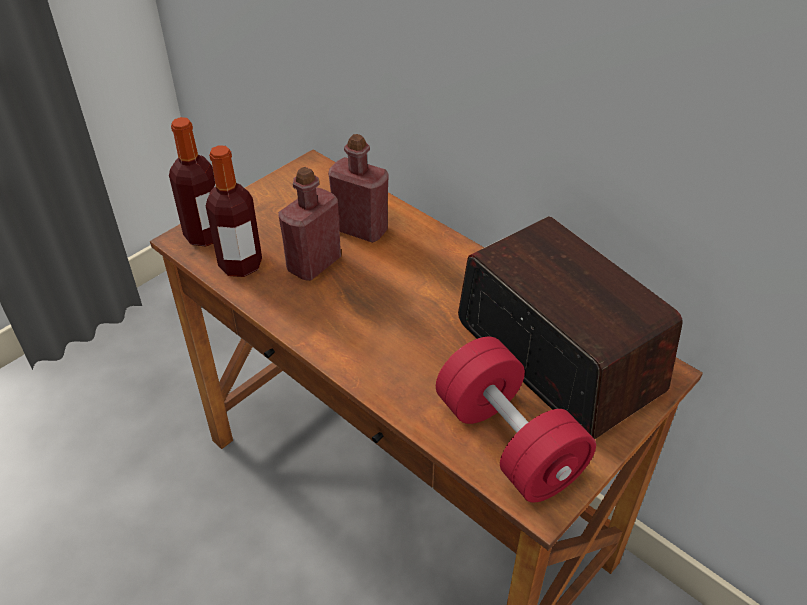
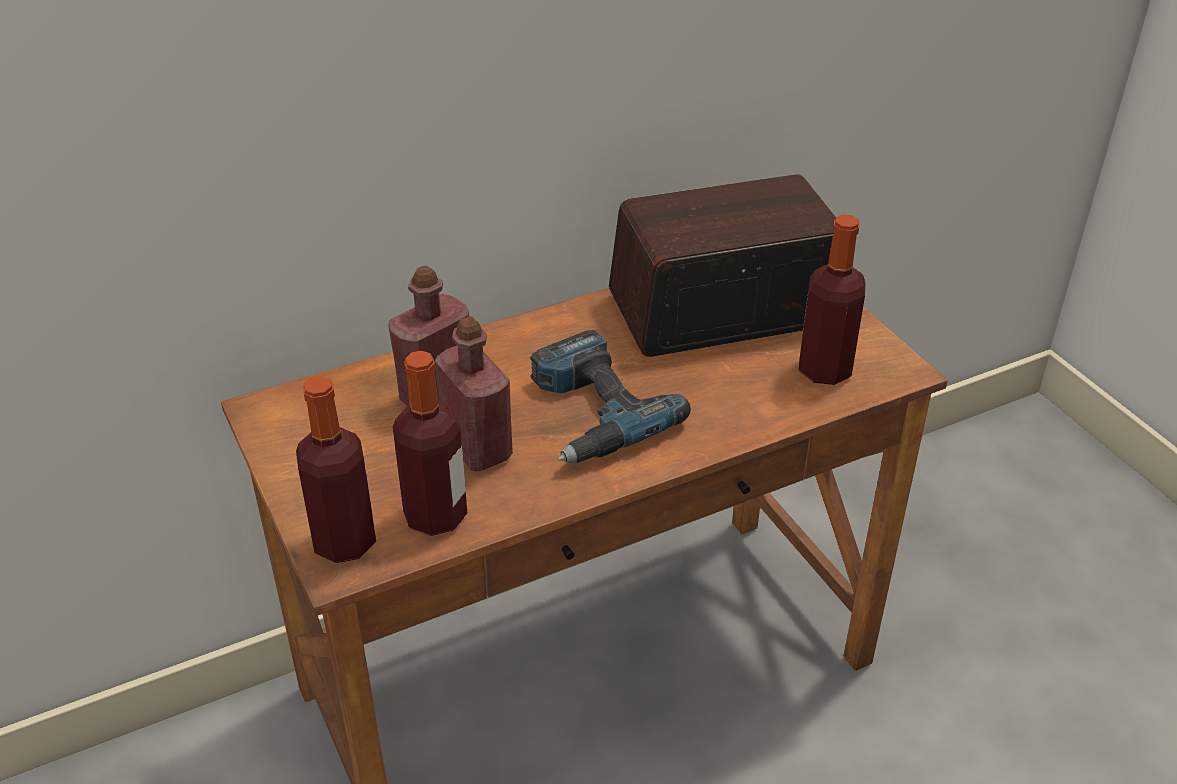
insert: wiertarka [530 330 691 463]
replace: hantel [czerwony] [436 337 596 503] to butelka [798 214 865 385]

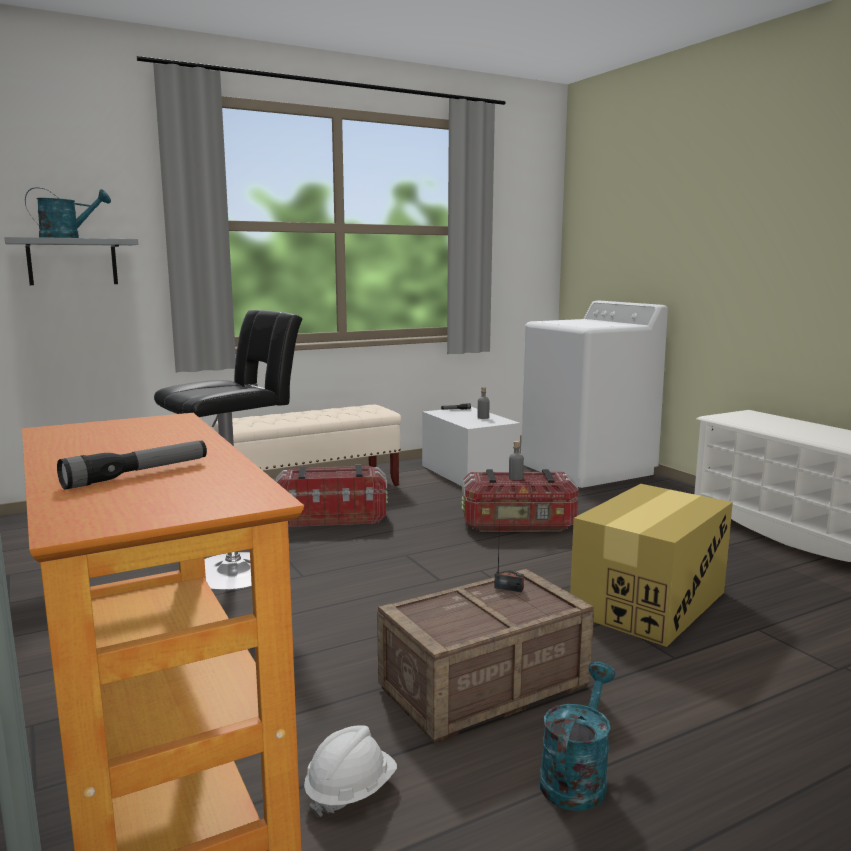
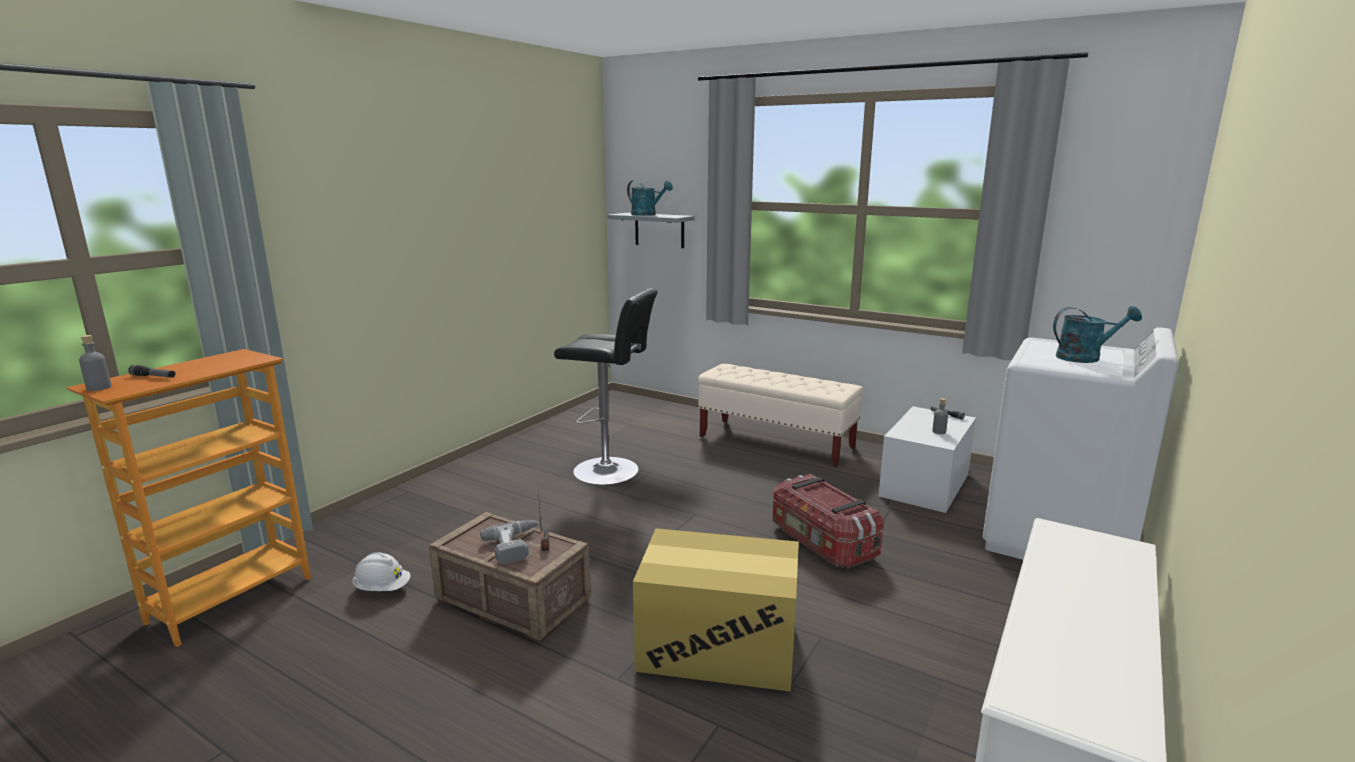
delete: pojemnik do przechowywania [275 465 388 527]
insert: wiertarka [480 520 539 564]
move: butelka [szary] [509 441 524 480] to [79 335 112 391]; konewka [turkusowy] [539 662 616 811] to [1053 306 1142 363]

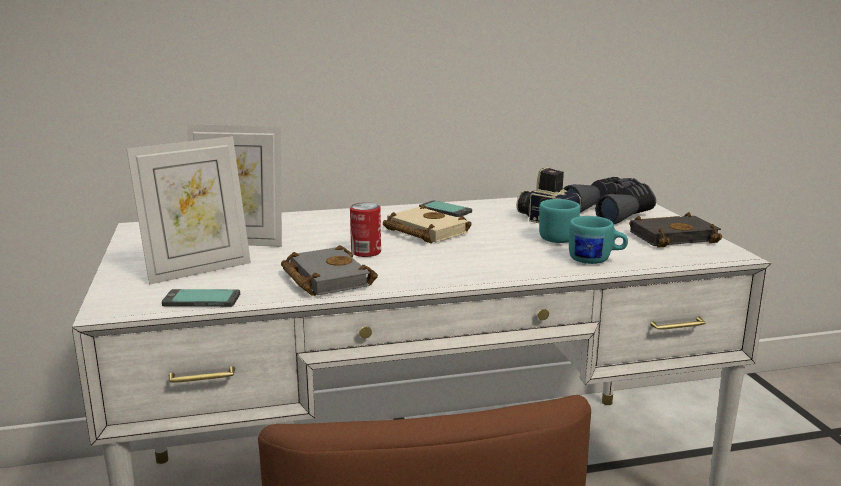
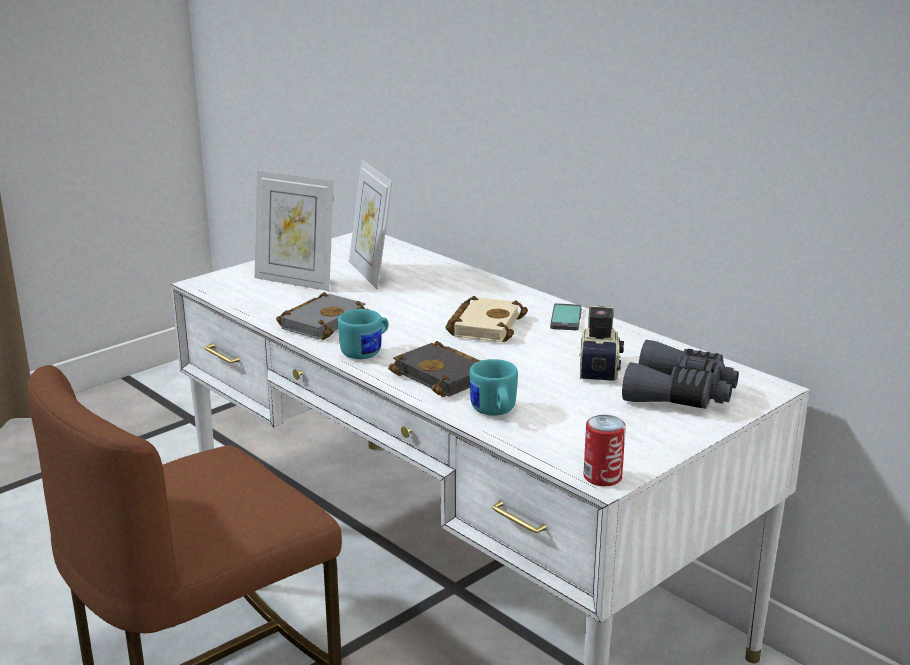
delete: telefon [162 289 240 307]
move: kubek [turkusowy] [539 199 580 243] to [338 309 389 359]; puszka [350 202 381 257] to [583 415 626 486]; książka [czarny] [629 212 722 248] to [388 341 482 397]

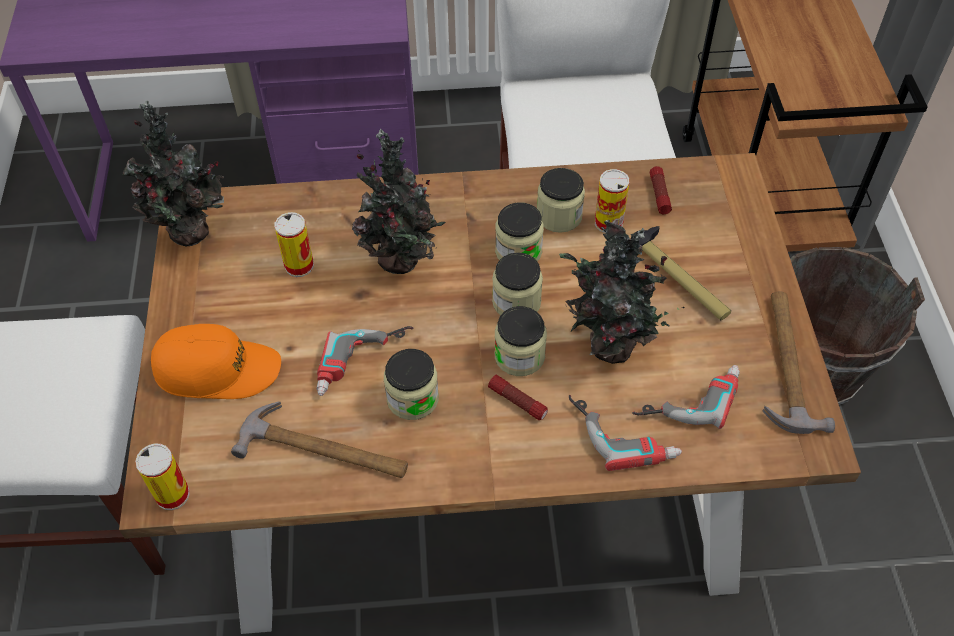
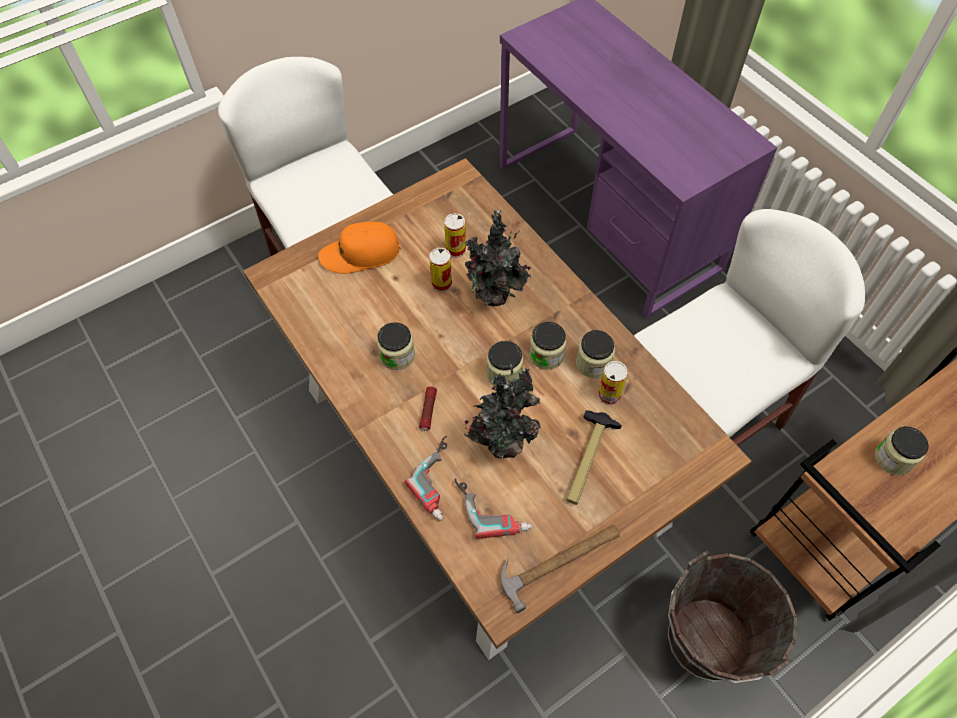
delete: roślina doniczkowa [122 100 224 246]; latarka [650 166 672 214]; wiertarka [316 326 414 396]; młotek [231 401 408 478]
move: słoik [495 306 547 376] to [875 426 929 475]; puszka [135 443 190 510] to [429 248 452 292]
rotate: czapka z daszkiem [pomarańczowy] [151 324 281 399] = [318 222 401 274] 105 degrees clockwise

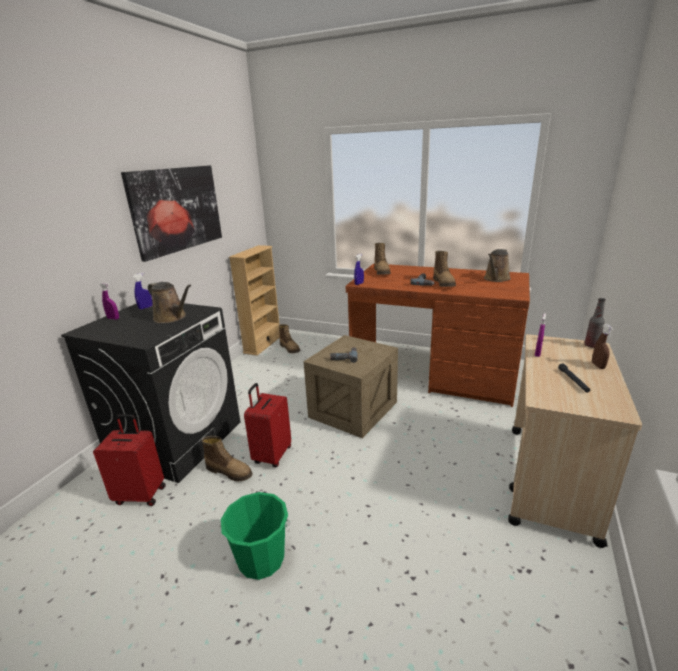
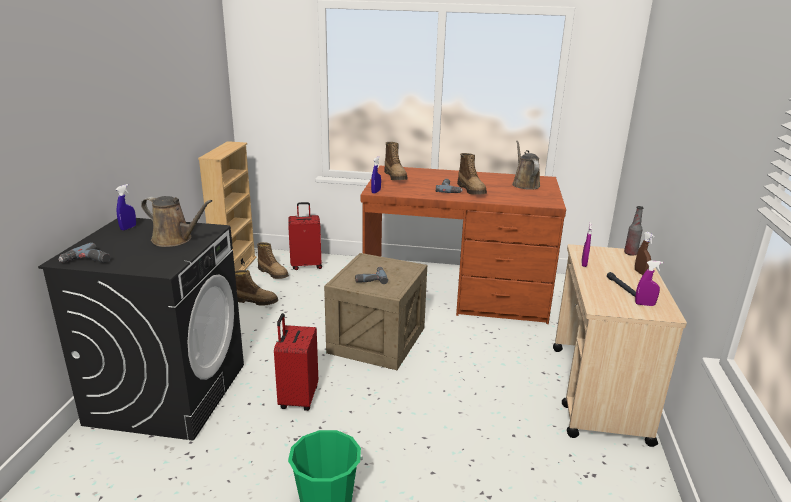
delete: obraz [121 165 222 262]
insert: wiertarka [58 242 110 263]
move: spryskiwacz [fioletowy] [100 283 119 320] to [635 260 663 306]; walizka [czerwony] [93 414 166 506] to [288 202 322 270]; but z cholewką [201 436 253 481] to [235 270 278 306]
rotate: konewka [brązowy] [484 249 511 282] = [512 140 540 190] 150 degrees clockwise

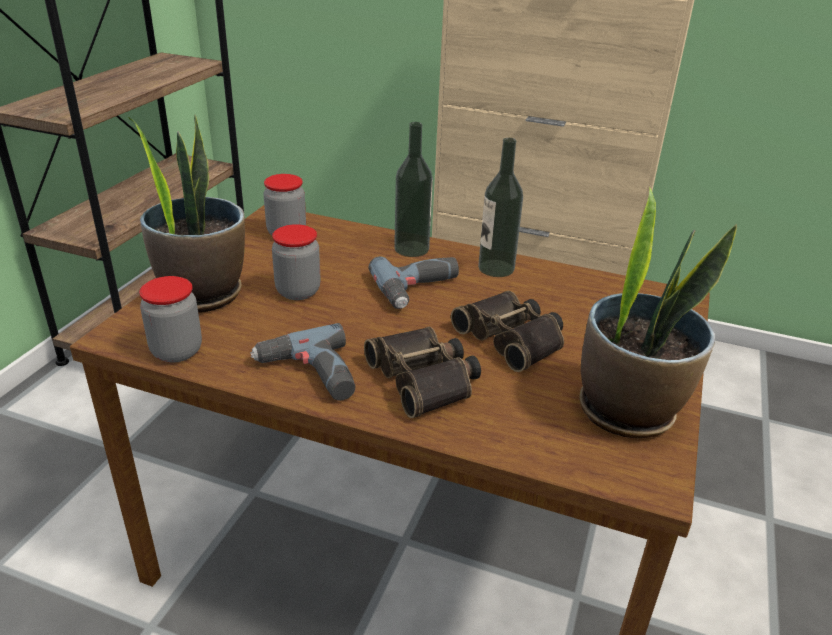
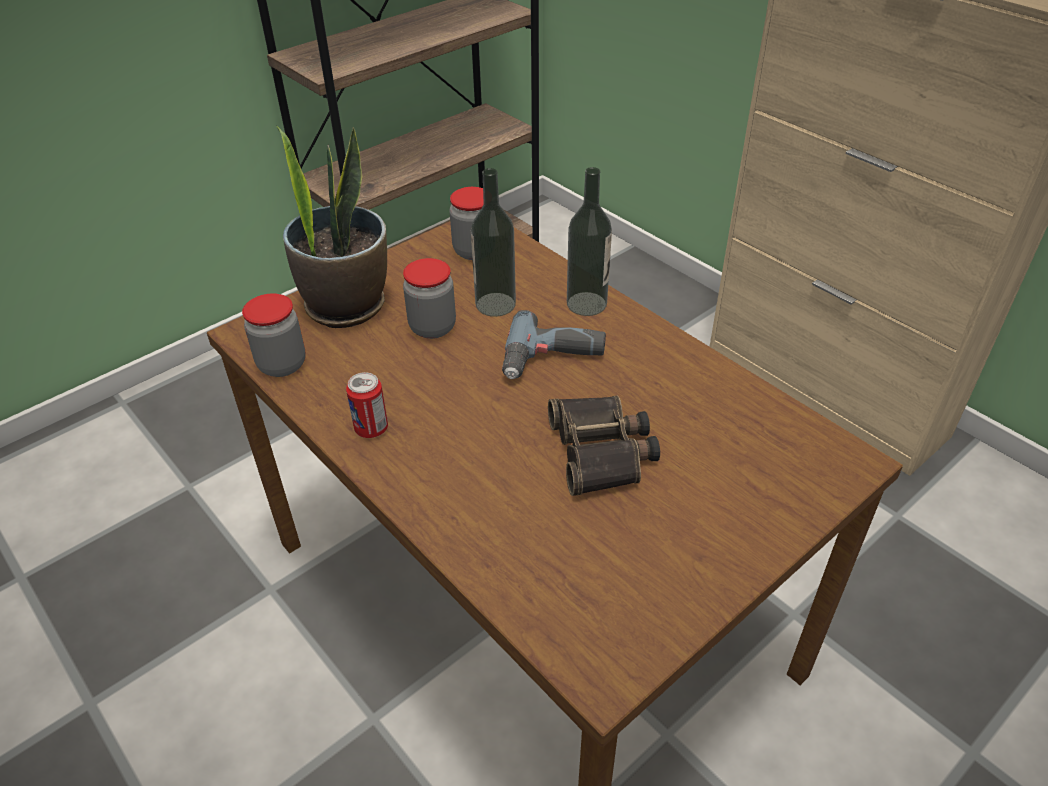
delete: roślina doniczkowa [580 187 737 438]; lornetka [364 327 481 418]
move: butelka [478 138 523 277] to [471 168 516 317]
replace: wiertarka [250 323 355 401] to puszka [346 372 388 438]

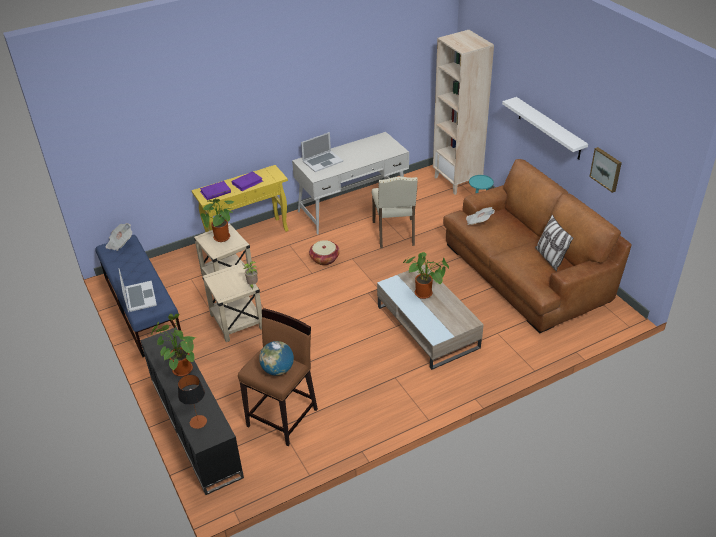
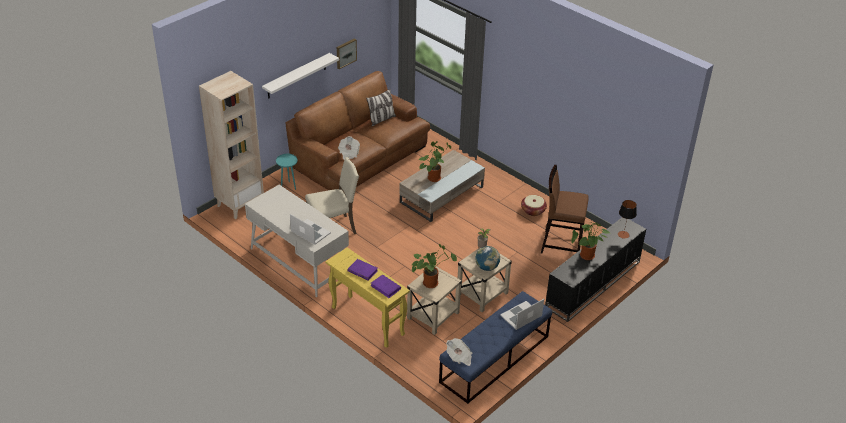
move: koszyk [309 240 340 265] to [521 195 547 216]; globus [259 341 294 376] to [475 246 500 271]

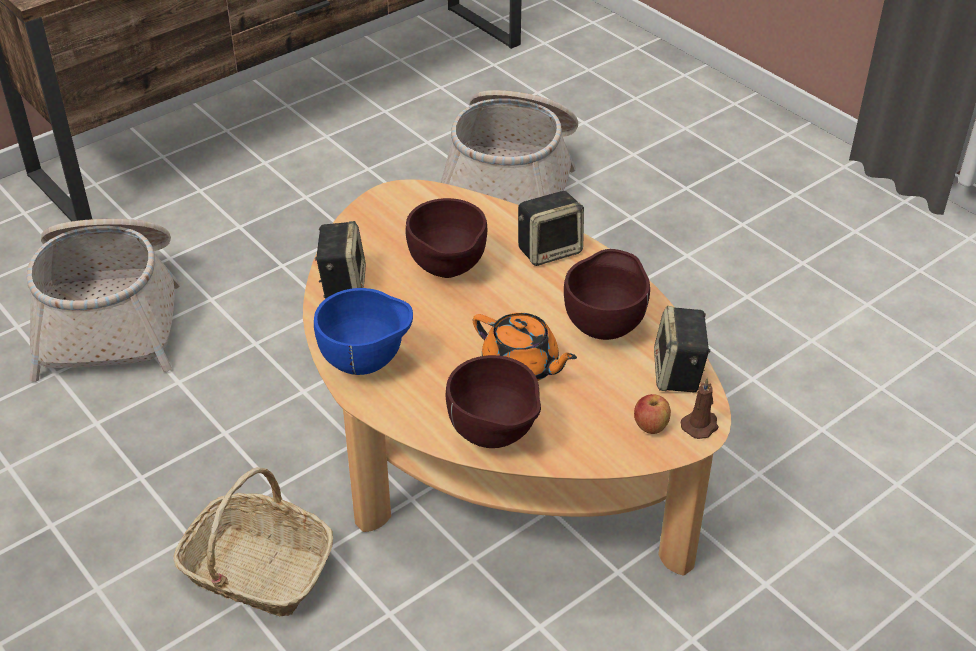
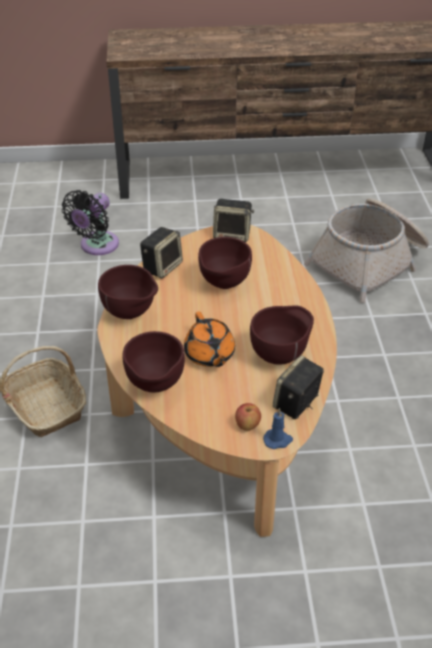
move: głośnik [518 191 584 266] to [213 199 254 242]
replace: koszyk [26 219 180 382] to wentylator [czarny] [62 190 119 255]
recolor: miska [niebieski] [314 288 413 375] to miska [brązowy] [98 265 158 319]; świeca [brązowy] [681 377 718 439] to świeca [niebieski] [263 408 293 449]

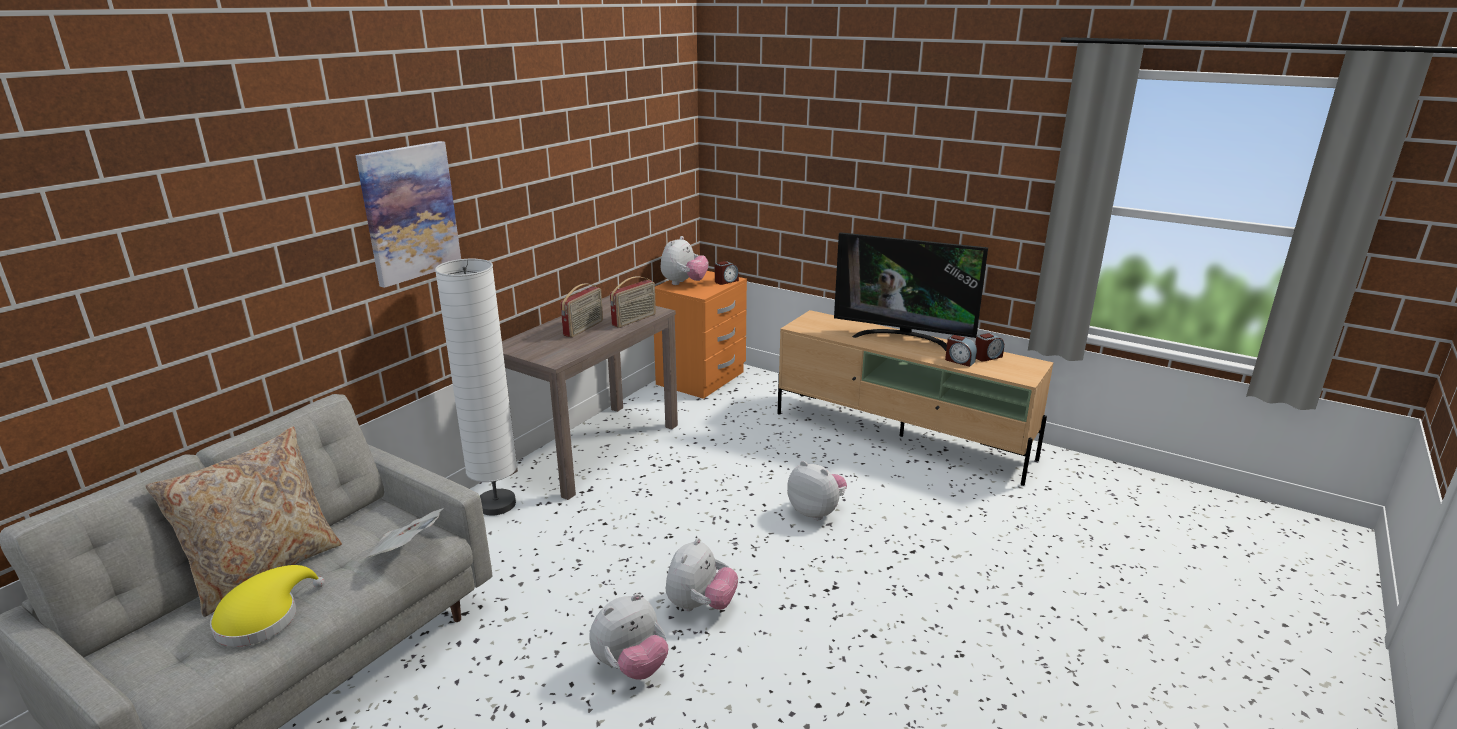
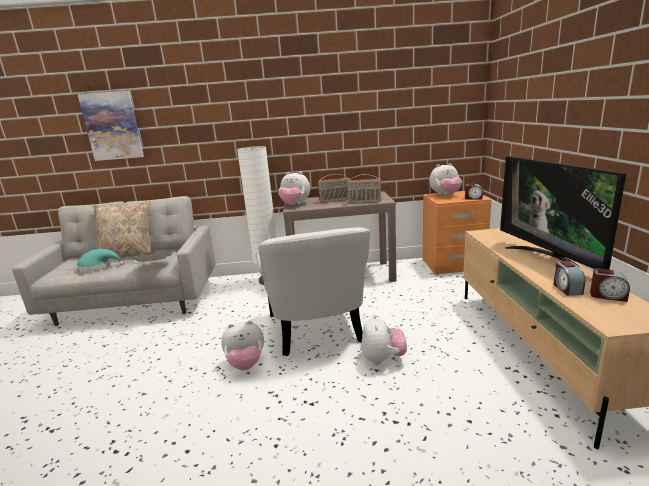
insert: fotel [biały] [256 227 370 356]
move: obraz [356 141 461 288] to [77 90 144 161]; pluszak [589 594 668 680] to [278 172 310 205]
recolor: kapelusz [żółty] [210 565 325 647] to kapelusz [turkusowy] [76 249 124 272]

